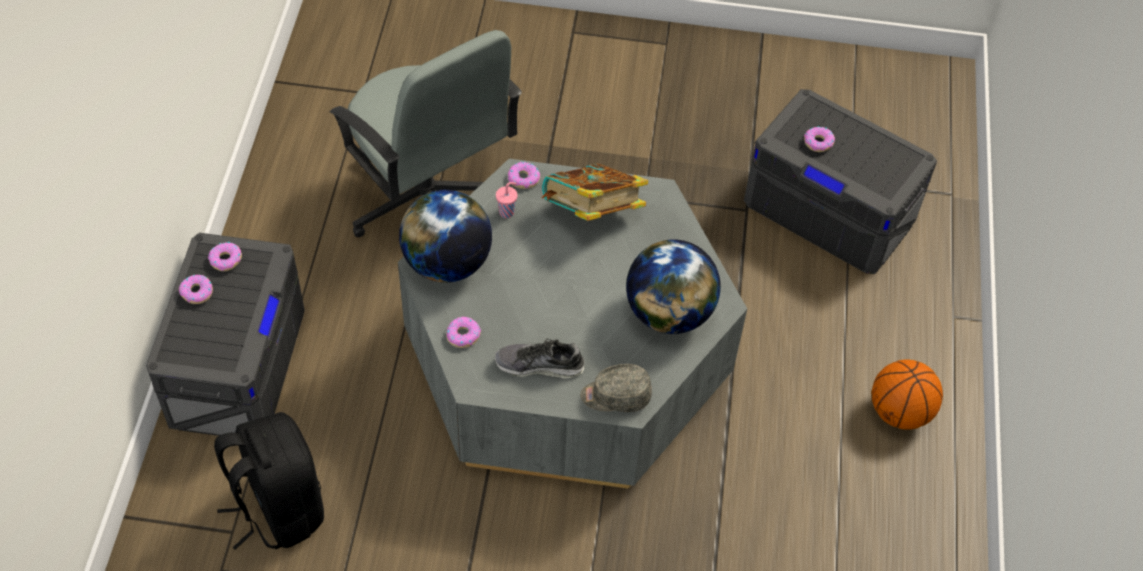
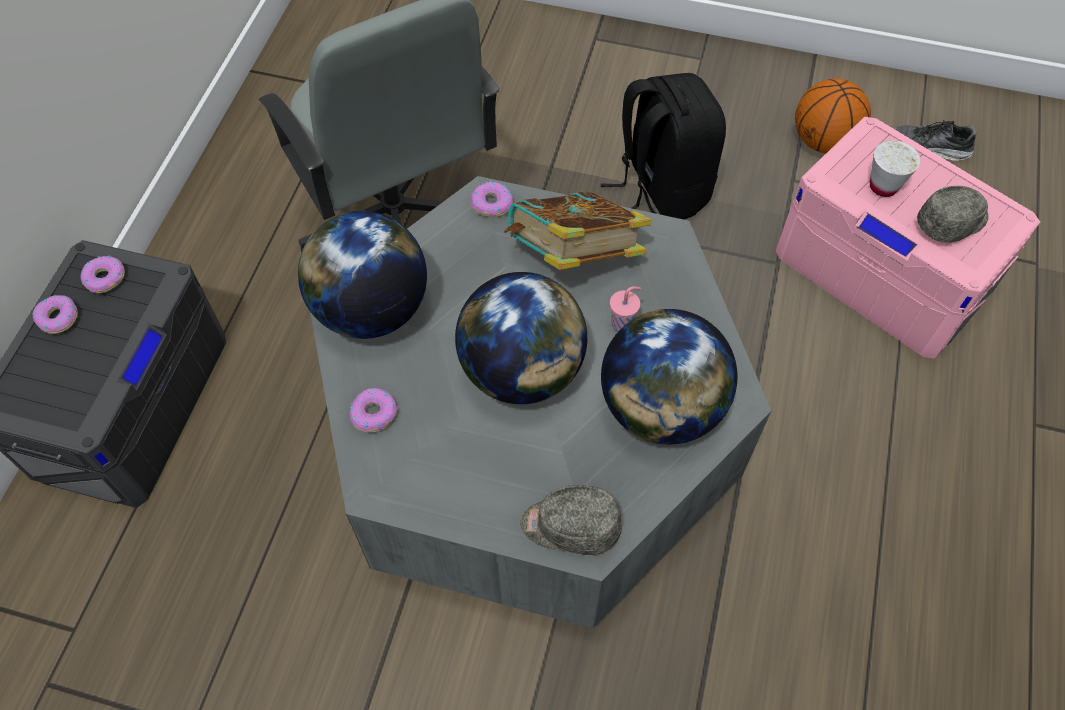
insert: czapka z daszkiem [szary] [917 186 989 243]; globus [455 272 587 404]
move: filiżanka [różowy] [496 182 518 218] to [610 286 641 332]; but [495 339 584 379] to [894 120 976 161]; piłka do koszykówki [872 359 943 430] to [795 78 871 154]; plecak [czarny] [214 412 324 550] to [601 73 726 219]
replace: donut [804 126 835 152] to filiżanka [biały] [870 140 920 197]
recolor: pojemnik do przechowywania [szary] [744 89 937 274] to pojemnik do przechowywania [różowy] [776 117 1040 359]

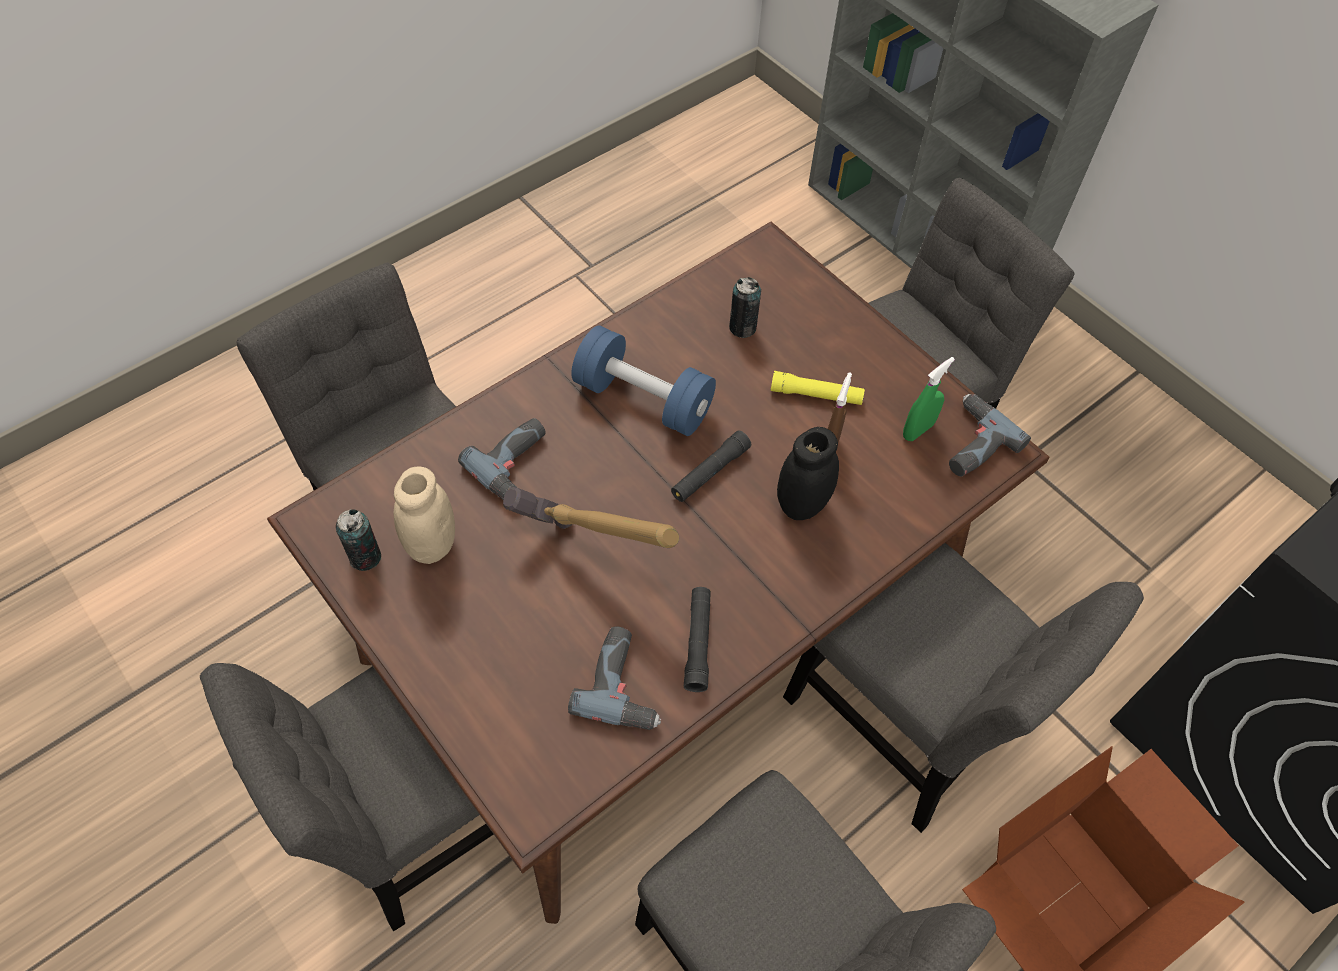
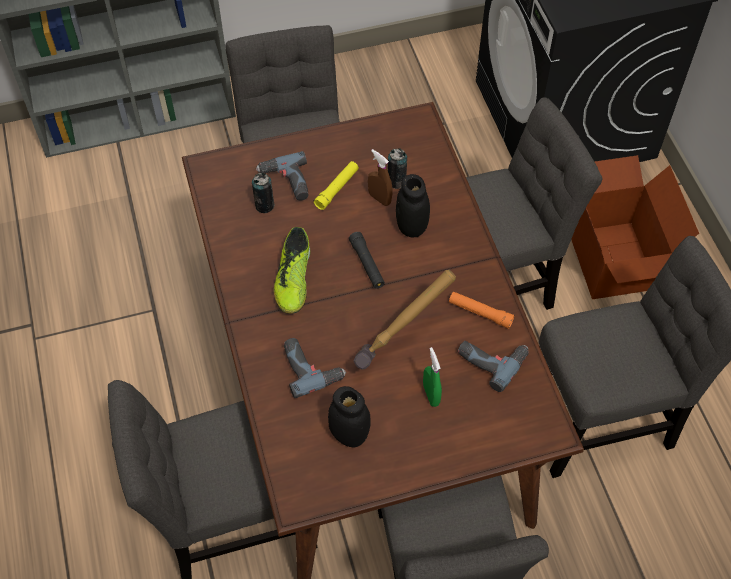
move: spryskiwacz [zielony] [903 357 955 441] to [423 347 442 407]; wiertarka [949 394 1031 476] to [256 151 309 201]; puszka [336 509 381 571] to [388 148 407 189]
replace: hantel [niebieski] [571 326 716 436] to but [274 227 311 314]
recolor: słoik [beżowy] [393 467 455 564] to słoik [czarny] [328 386 370 448]; latarka [czarny] [684 587 711 692] to latarka [pomarańczowy] [449 292 515 329]

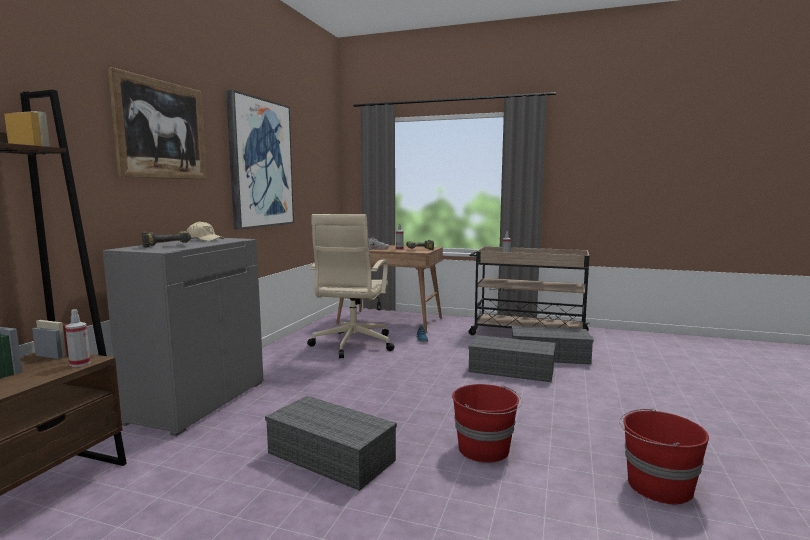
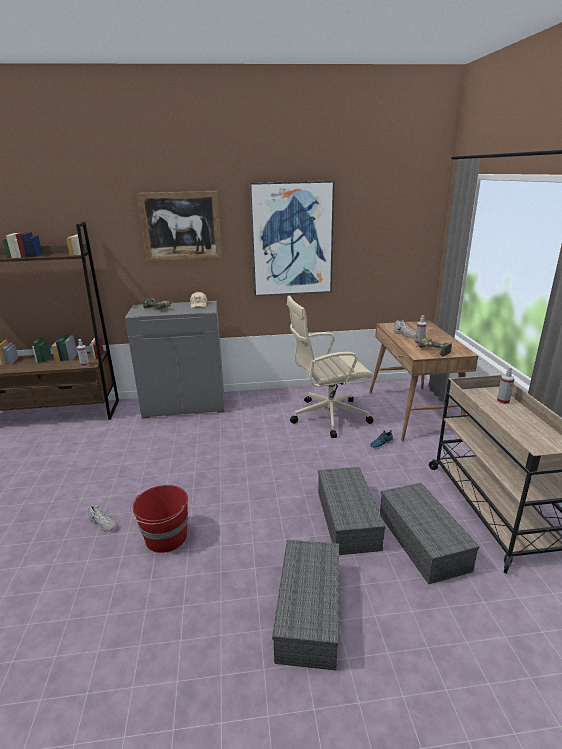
delete: wiadro [czerwony] [619 408 709 504]
insert: but [biały] [89 505 117 532]
move: pojemnik do przechowywania [szary] [265 396 397 491] to [272 540 339 671]

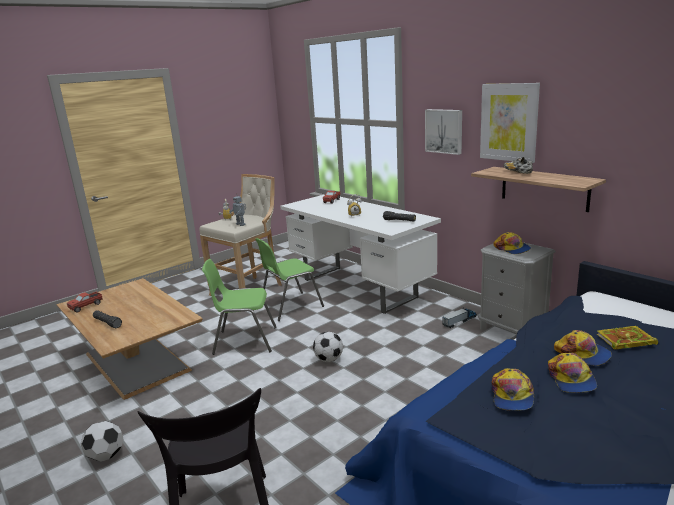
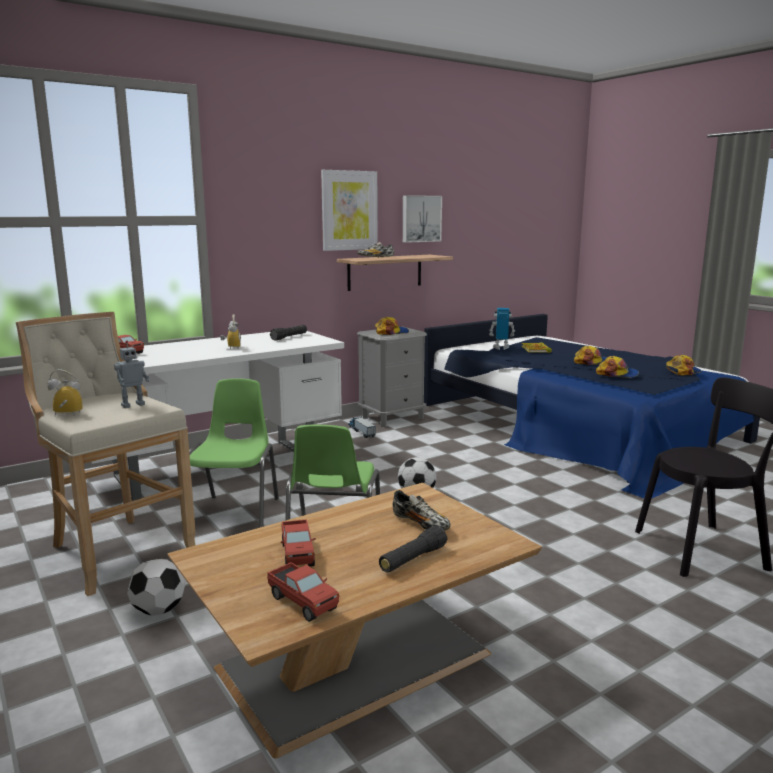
insert: robot zabawkowy [489 308 515 350]; but [393 490 451 530]; ciężarówka zabawkowa [281 519 316 567]
move: obraz [425 109 462 155] to [403 195 442 243]; czapka z daszkiem [554 330 612 366] to [666 355 702 376]; piłka futbolowa [81 421 123 462] to [127 559 185 616]
rotate: krzesło [zielony] [255 238 324 321] = [189 378 279 528] 150 degrees counterclockwise

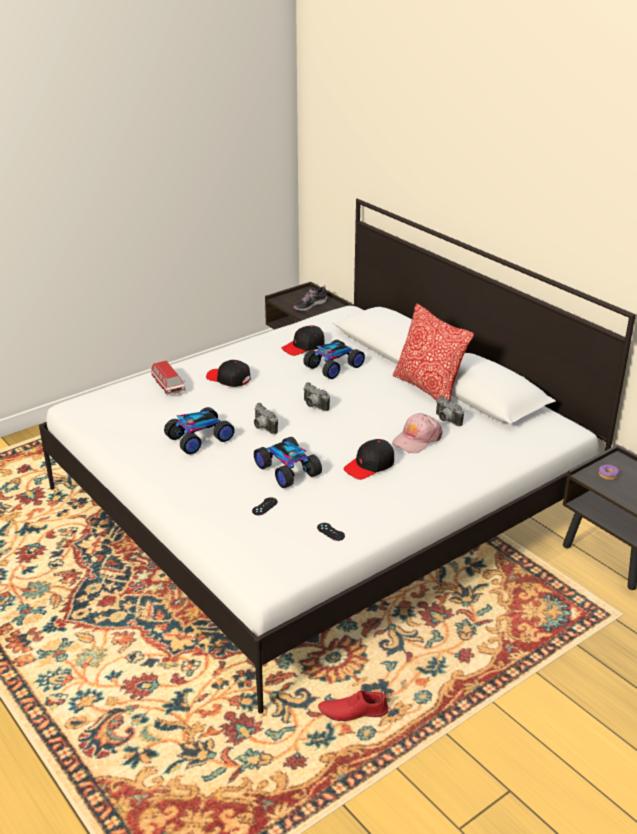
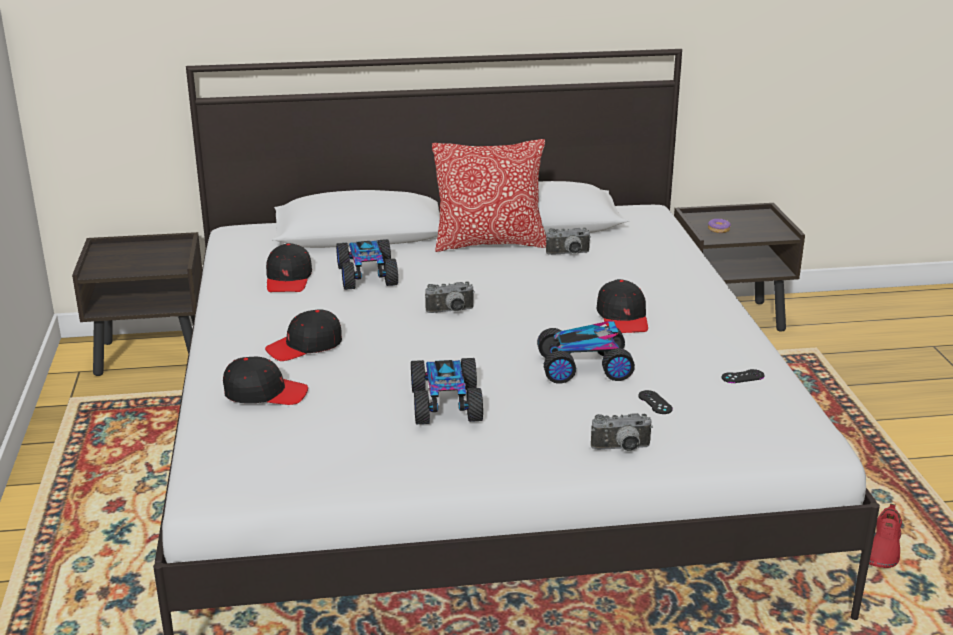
delete: but [293 285 328 311]; czapka z daszkiem [różowy] [392 413 443 453]
move: aparat fotograficzny [254 403 278 434] to [591 413 653 452]
replace: samochodzik [151 361 186 395] to czapka z daszkiem [czarny] [223 357 308 405]

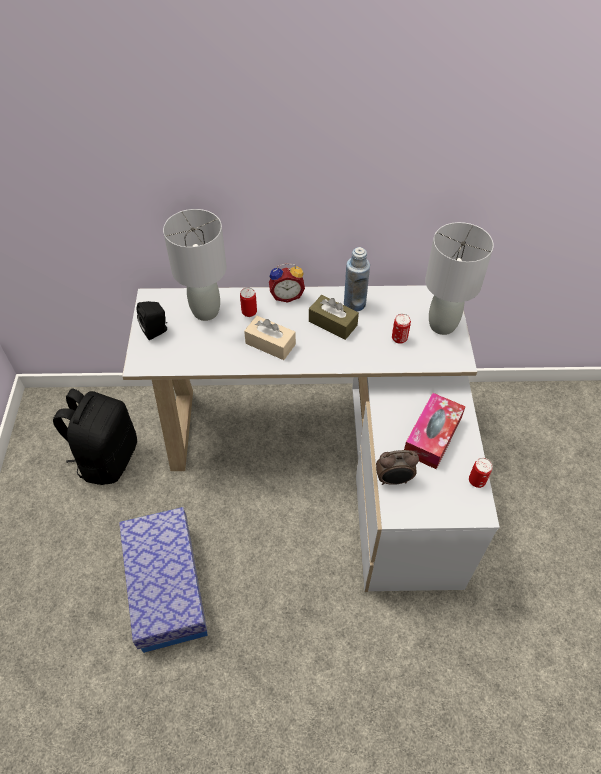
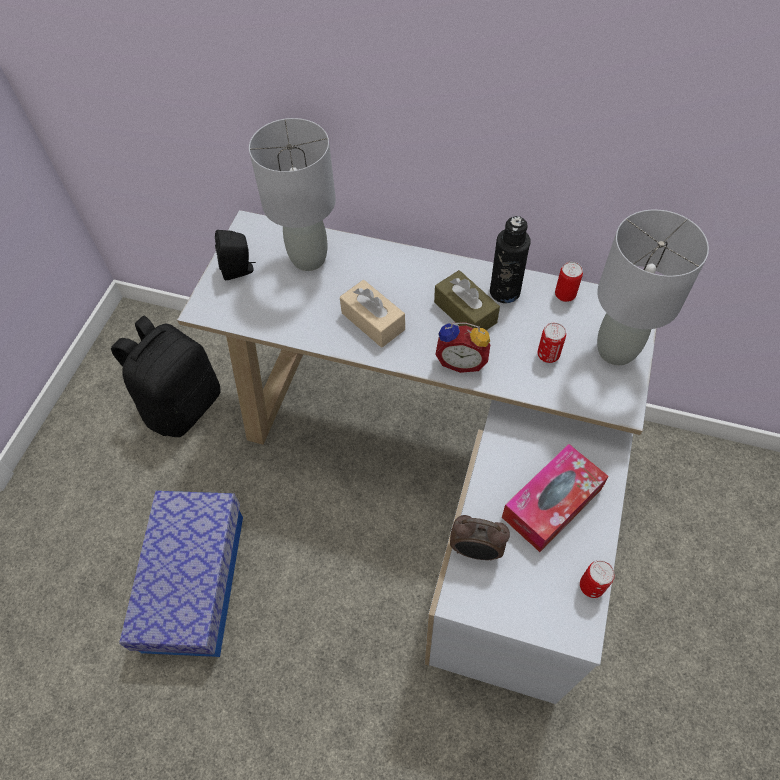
move: budzik [269 263 305 303] to [435 322 490 373]; puszka [240 288 257 317] to [555 262 583 302]
recolor: butelka [niebieski] [344 247 370 312] to butelka [czarny] [490 216 531 303]

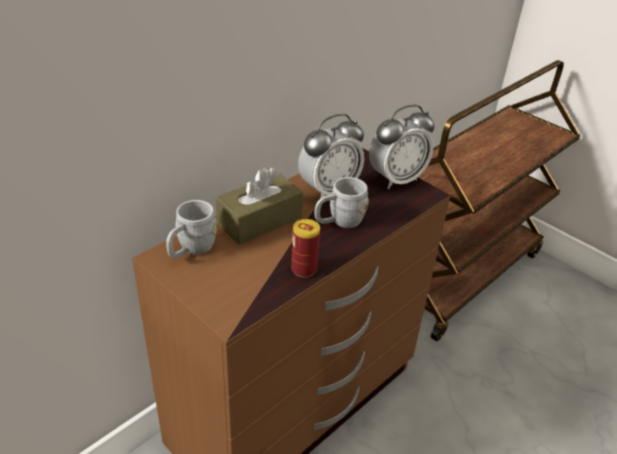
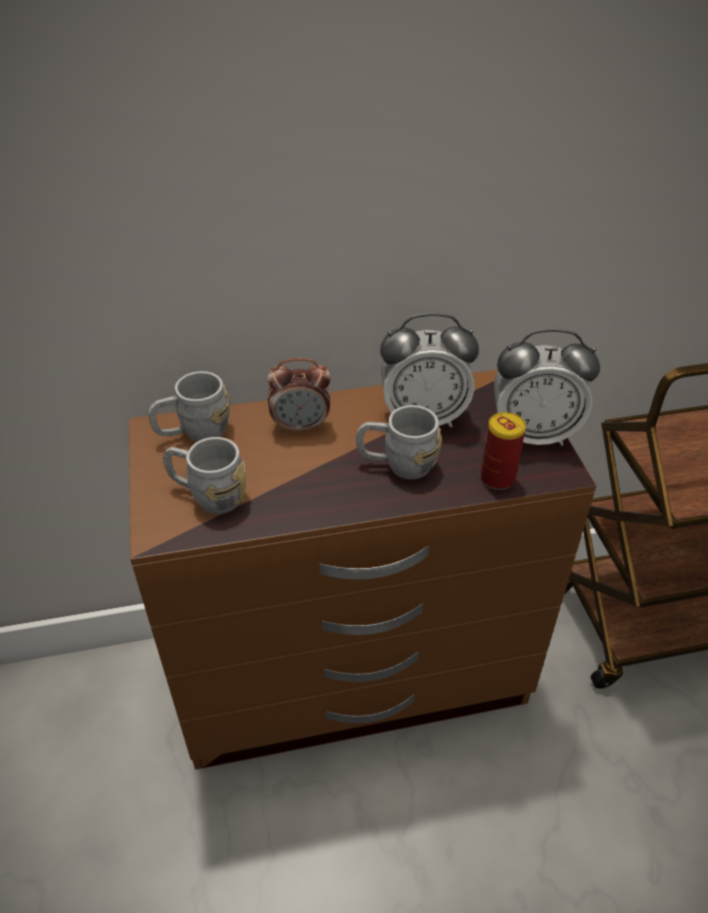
insert: kubek [szary] [163 437 246 514]
move: puszka [291 219 320 278] to [481 412 526 490]
replace: pudełko chusteczek [brązowy] [216 167 303 245] to budzik [267 358 331 433]

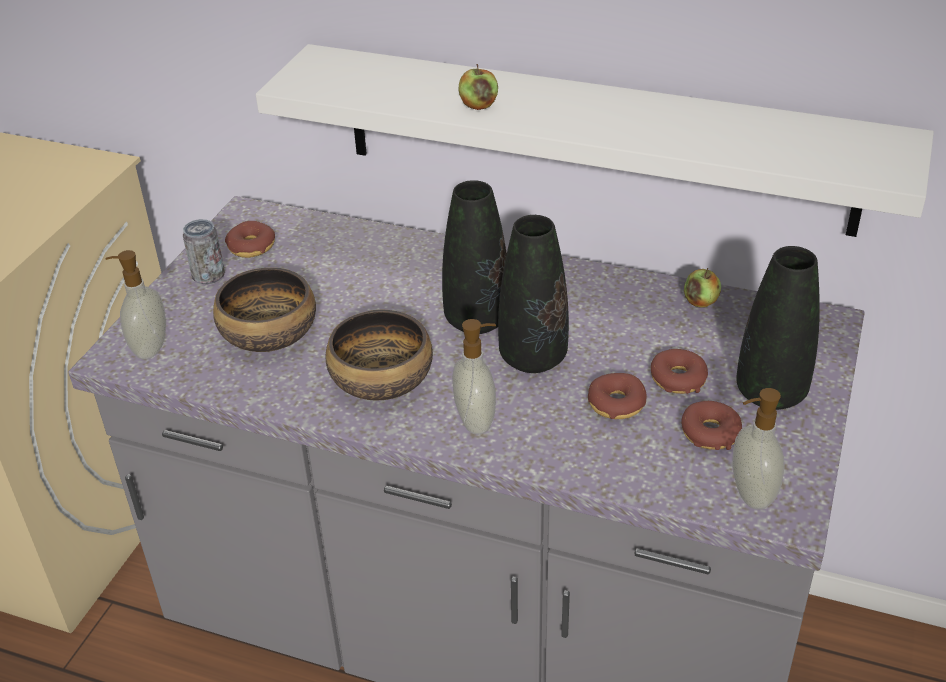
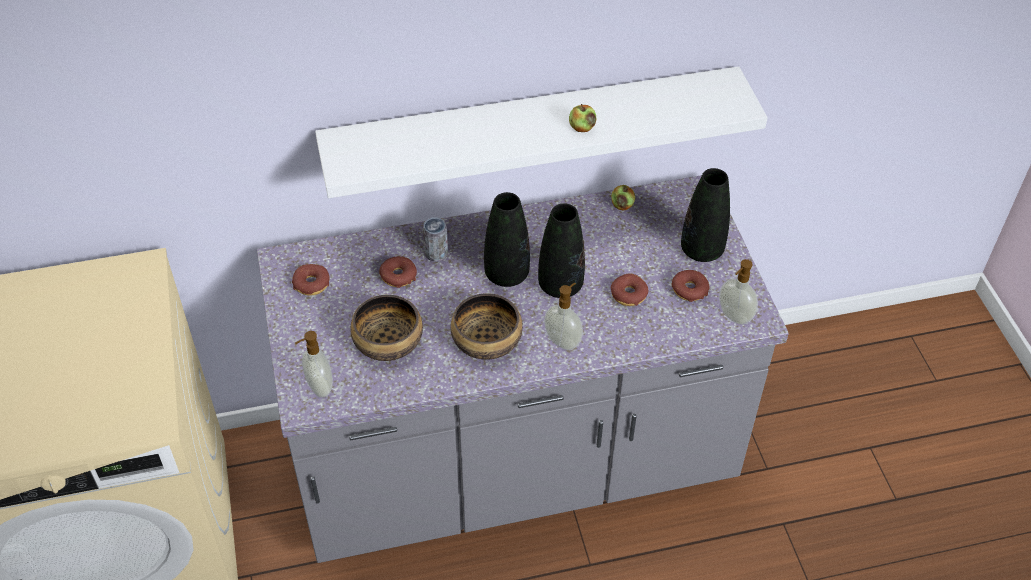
move: jabłko [458 64 498 110] to [569 104 596 132]; puszka [183 219 225 284] to [423 217 448 262]; donut [651 349 708 394] to [379 256 417 288]

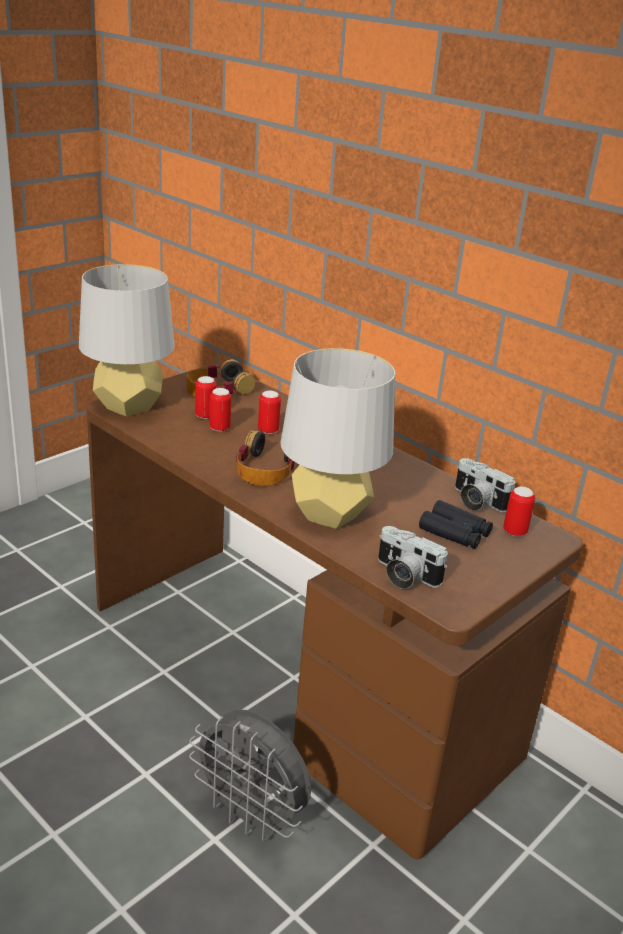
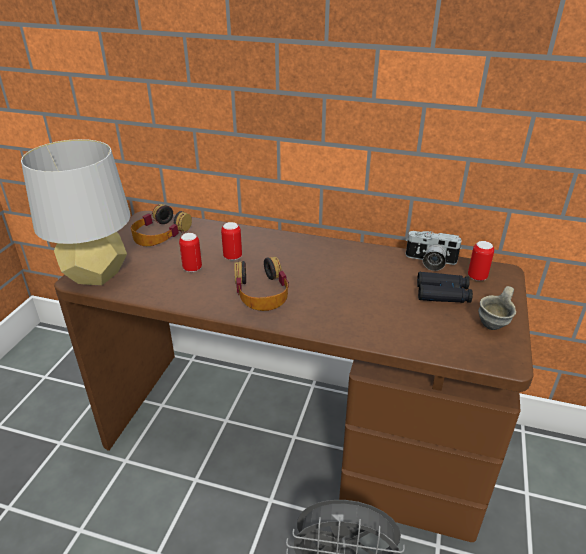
delete: lampa stołowa [szary] [280 348 395 529]; puszka [195 376 217 419]; aparat fotograficzny [378 526 448 589]
insert: kubek [szary] [478 286 516 330]

